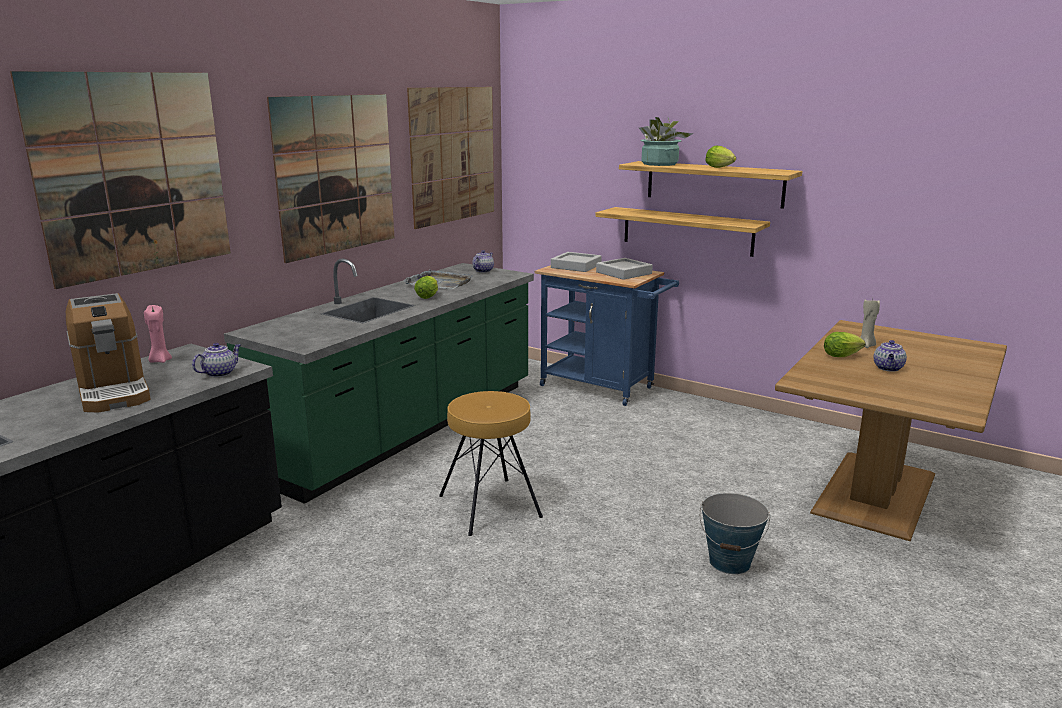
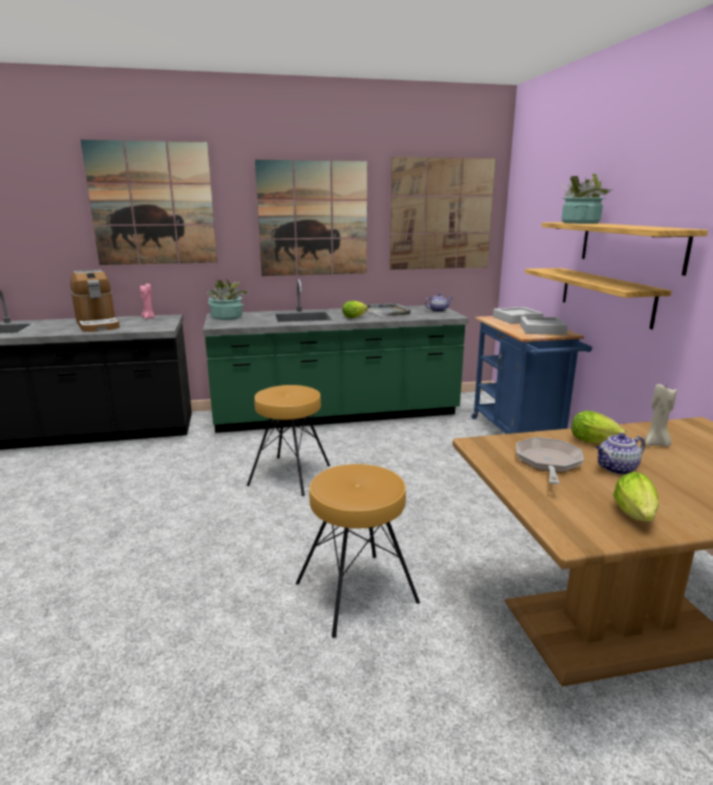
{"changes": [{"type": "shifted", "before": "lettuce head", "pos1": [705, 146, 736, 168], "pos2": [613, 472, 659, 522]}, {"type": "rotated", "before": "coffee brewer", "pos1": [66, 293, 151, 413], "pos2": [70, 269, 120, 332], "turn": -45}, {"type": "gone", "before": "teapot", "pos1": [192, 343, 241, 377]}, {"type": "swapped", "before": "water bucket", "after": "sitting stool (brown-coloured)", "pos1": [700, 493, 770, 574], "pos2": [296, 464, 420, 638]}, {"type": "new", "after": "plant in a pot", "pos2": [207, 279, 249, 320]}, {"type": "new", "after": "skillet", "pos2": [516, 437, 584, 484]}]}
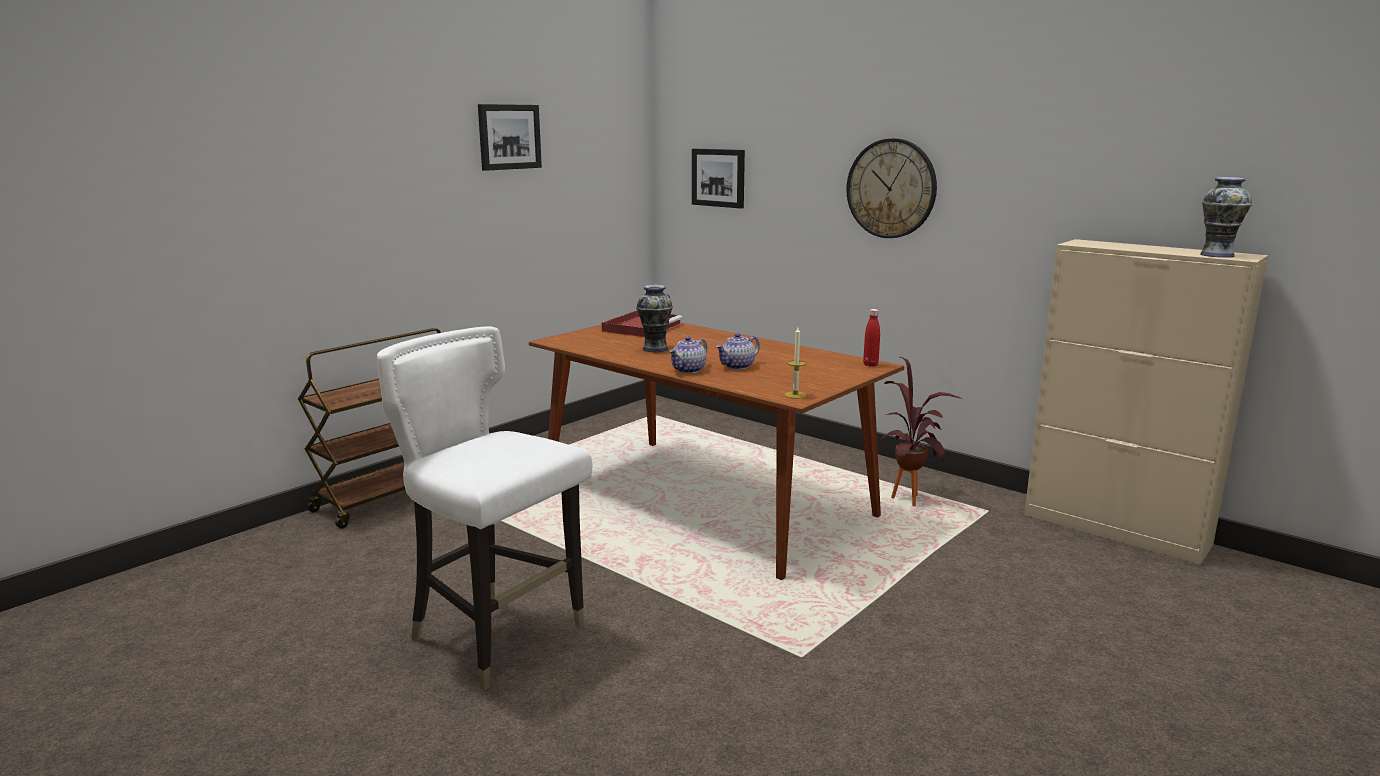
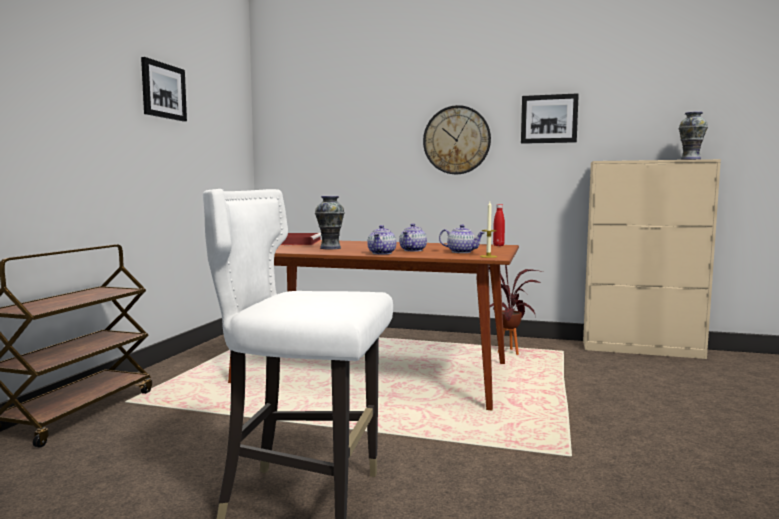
{"changes": [{"type": "shifted", "before": "picture", "pos1": [692, 149, 745, 208], "pos2": [521, 93, 579, 144]}, {"type": "new", "after": "teapot", "pos2": [439, 224, 485, 253]}]}
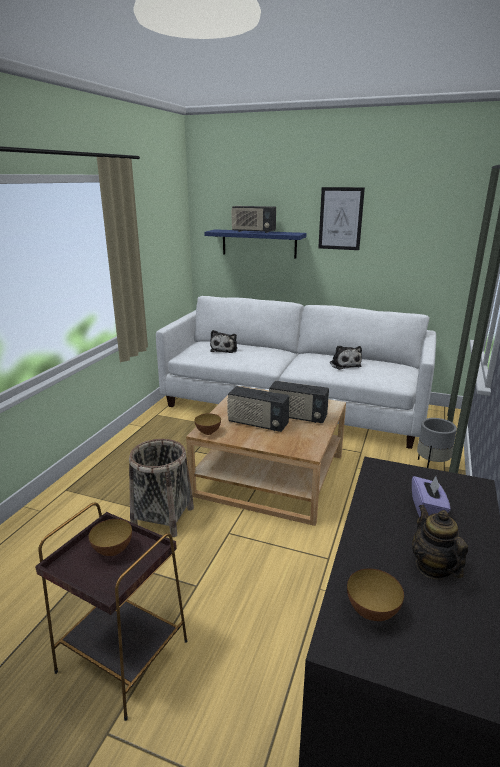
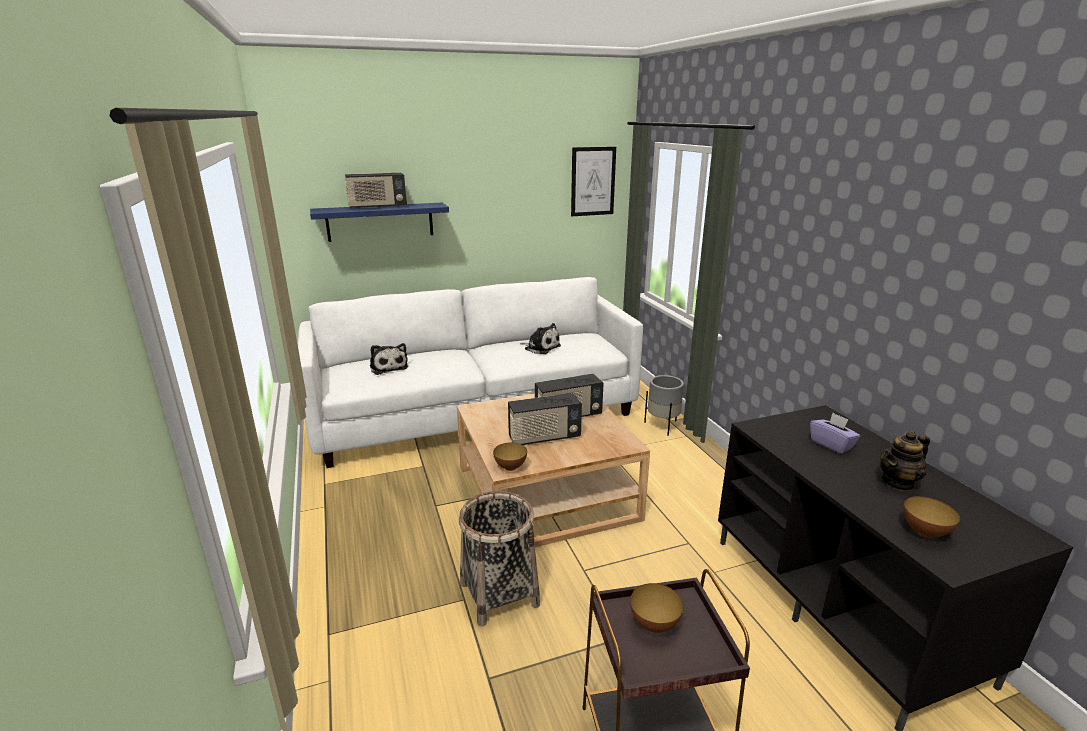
{"changes": [{"type": "shifted", "before": "picture", "pos1": [318, 187, 365, 250], "pos2": [571, 147, 616, 216]}, {"type": "rotated", "before": "teapot", "pos1": [412, 505, 468, 579], "pos2": [880, 431, 930, 491], "turn": -60}]}
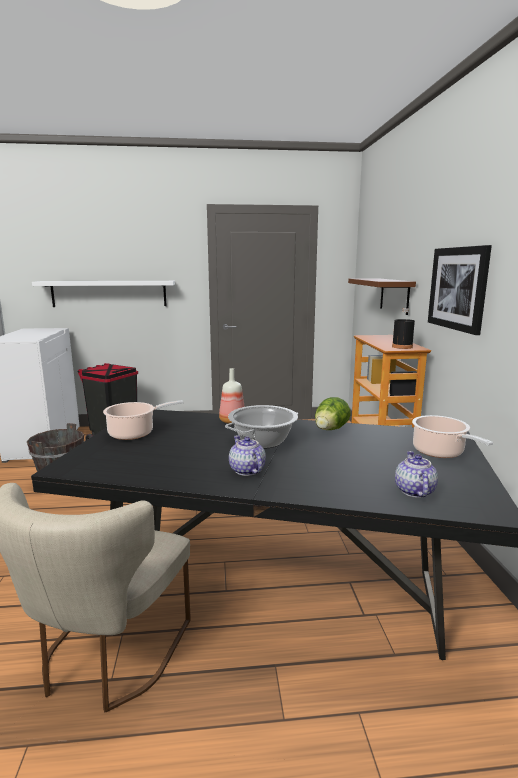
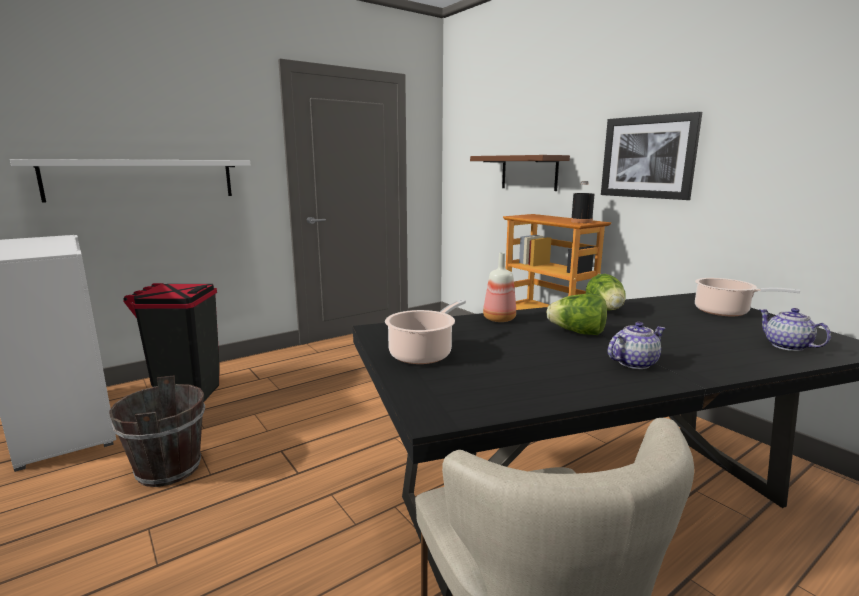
{"changes": [{"type": "swapped", "before": "cooking pot", "after": "lettuce head", "pos1": [225, 405, 298, 449], "pos2": [546, 293, 607, 335]}, {"type": "rotated", "before": "teapot", "pos1": [229, 436, 266, 476], "pos2": [608, 322, 666, 369], "turn": 120}]}
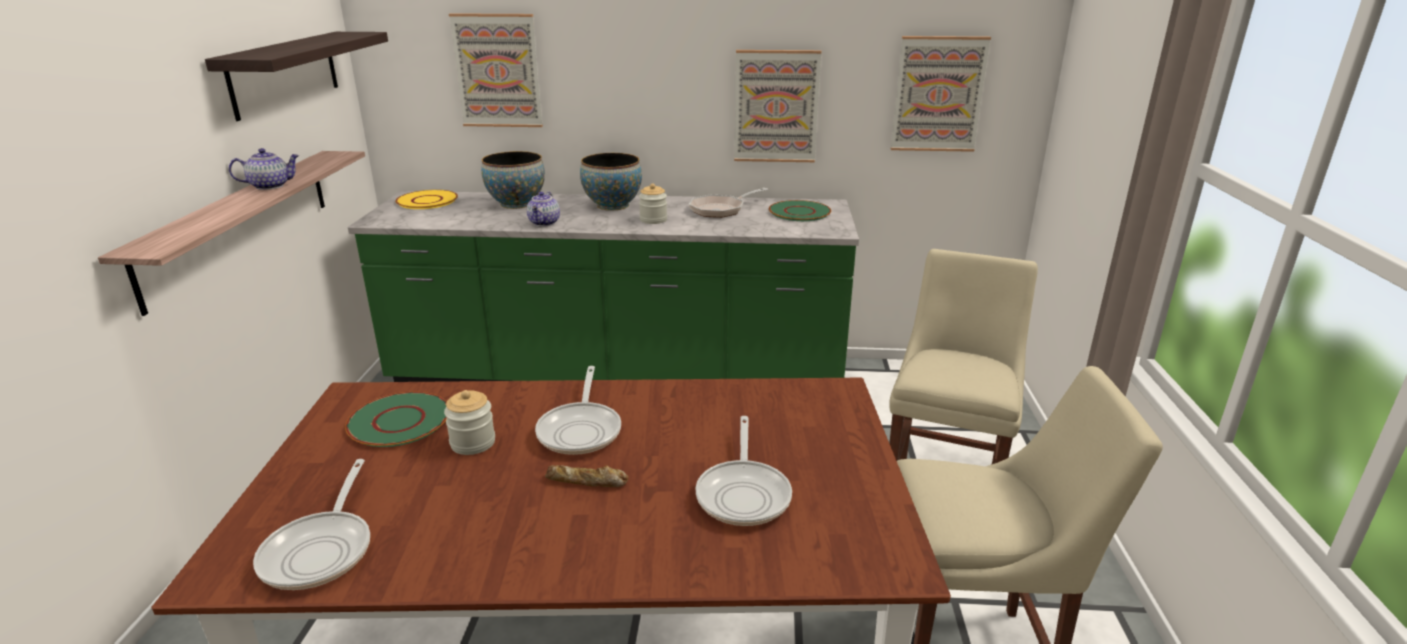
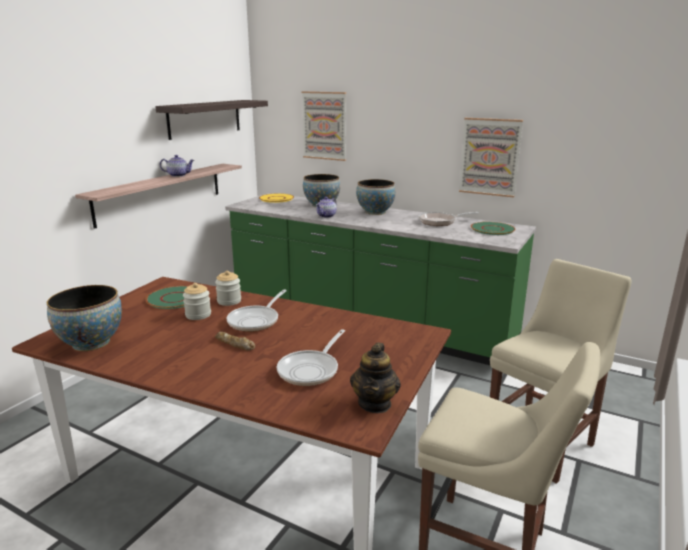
{"changes": [{"type": "gone", "before": "picture", "pos1": [891, 36, 991, 152]}, {"type": "shifted", "before": "jar", "pos1": [639, 183, 667, 224], "pos2": [215, 271, 241, 306]}, {"type": "swapped", "before": "skillet", "after": "serving bowl", "pos1": [253, 459, 370, 590], "pos2": [47, 285, 122, 351]}, {"type": "new", "after": "teapot", "pos2": [350, 342, 401, 413]}]}
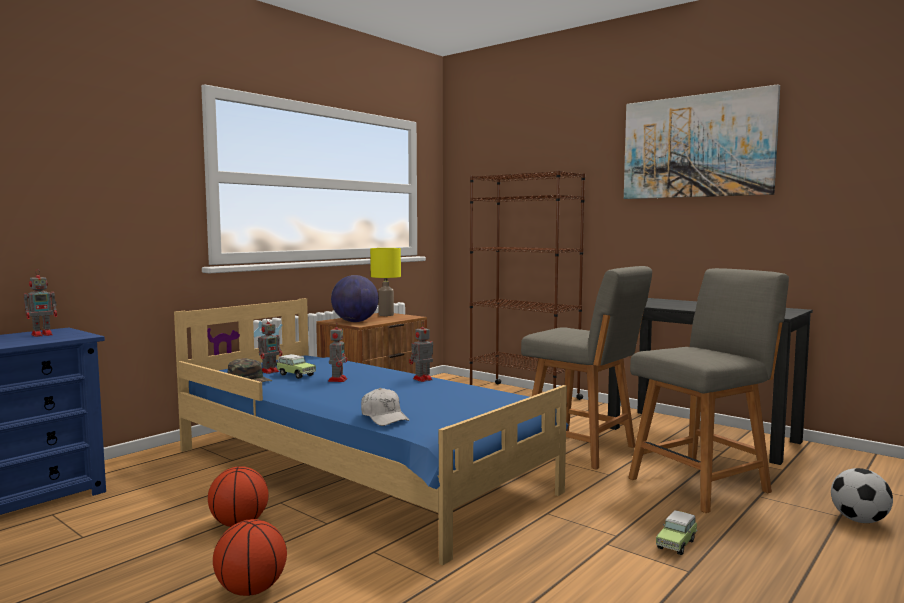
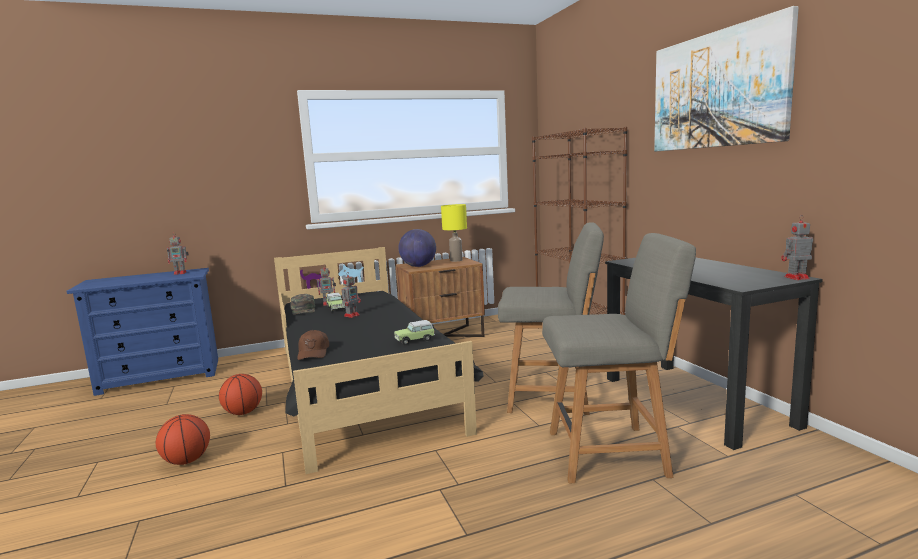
{"changes": [{"type": "rotated", "before": "upright chair (grey)", "pos1": [521, 266, 652, 470], "pos2": [498, 222, 604, 415], "turn": -60}, {"type": "repainted", "before": "sleeping bed (blue-coloured)", "after": "sleeping bed (black)", "pos1": [174, 298, 569, 565], "pos2": [274, 247, 484, 474]}, {"type": "shifted", "before": "robot figure", "pos1": [409, 325, 433, 382], "pos2": [781, 215, 813, 280]}, {"type": "repainted", "before": "peaked cap (white)", "after": "peaked cap (brown-coloured)", "pos1": [361, 388, 409, 426], "pos2": [297, 330, 329, 360]}, {"type": "gone", "before": "football", "pos1": [831, 468, 893, 523]}, {"type": "shifted", "before": "miniature car", "pos1": [656, 510, 697, 555], "pos2": [394, 320, 435, 345]}]}
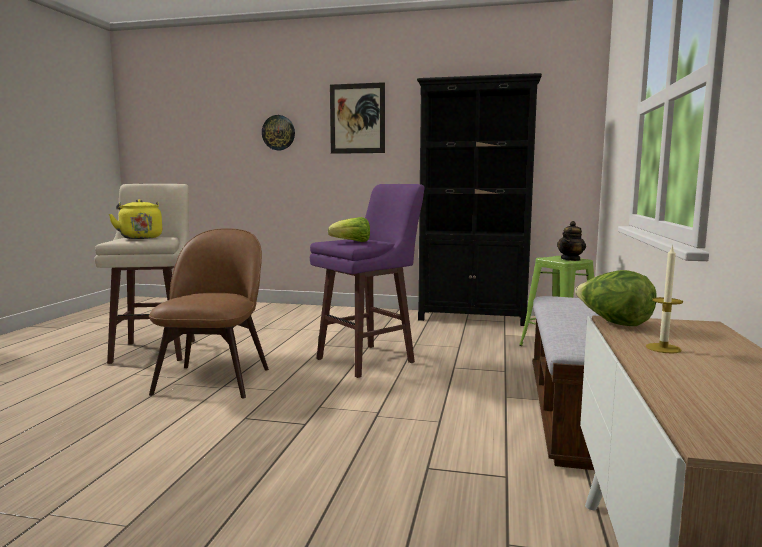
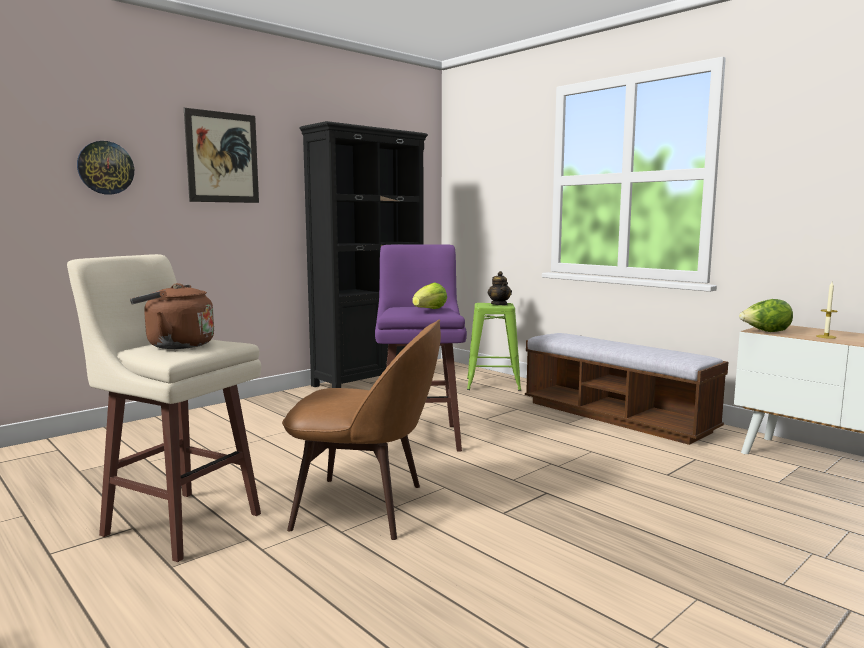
{"changes": [{"type": "repainted", "before": "water kettle (yellow)", "after": "water kettle (brown-coloured)", "pos1": [109, 199, 162, 239], "pos2": [130, 283, 214, 349]}, {"type": "rotated", "before": "upright chair (brown-coloured)", "pos1": [149, 228, 269, 398], "pos2": [282, 320, 441, 540], "turn": 150}]}
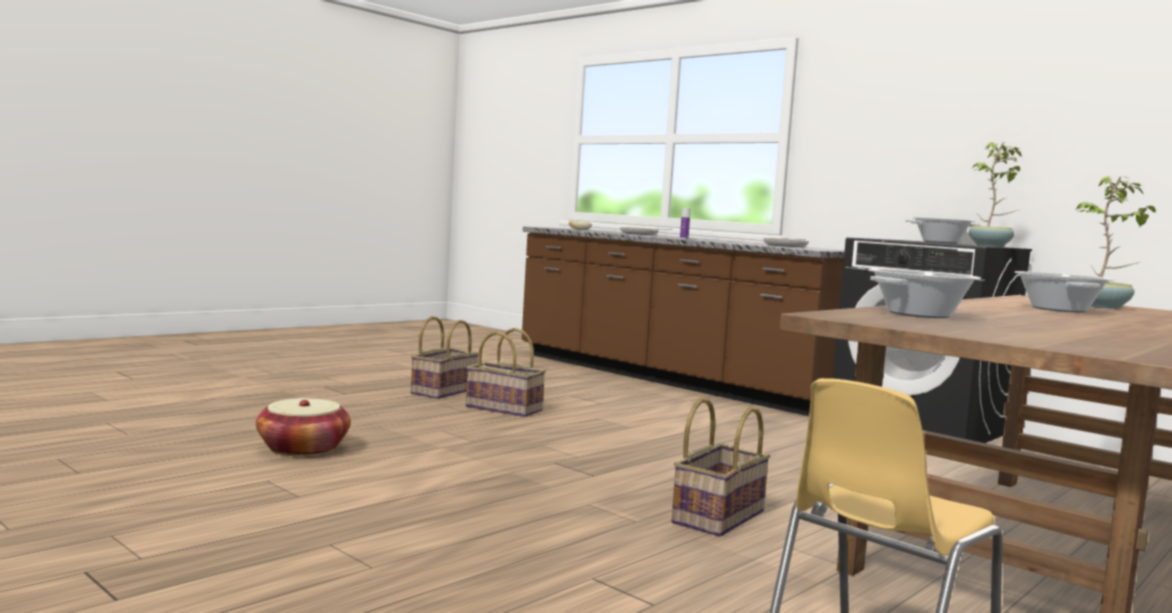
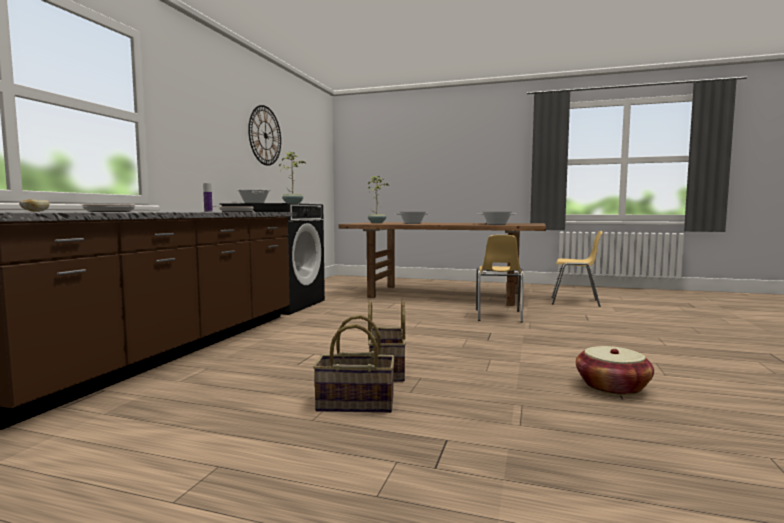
{"changes": [{"type": "swapped", "before": "household basket", "after": "upright chair (yellow)", "pos1": [671, 398, 770, 536], "pos2": [476, 235, 524, 322]}, {"type": "new", "after": "hanging clock", "pos2": [248, 105, 281, 166]}]}
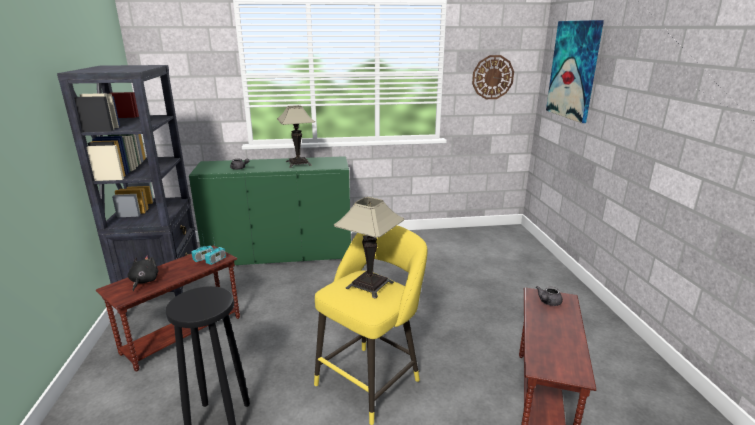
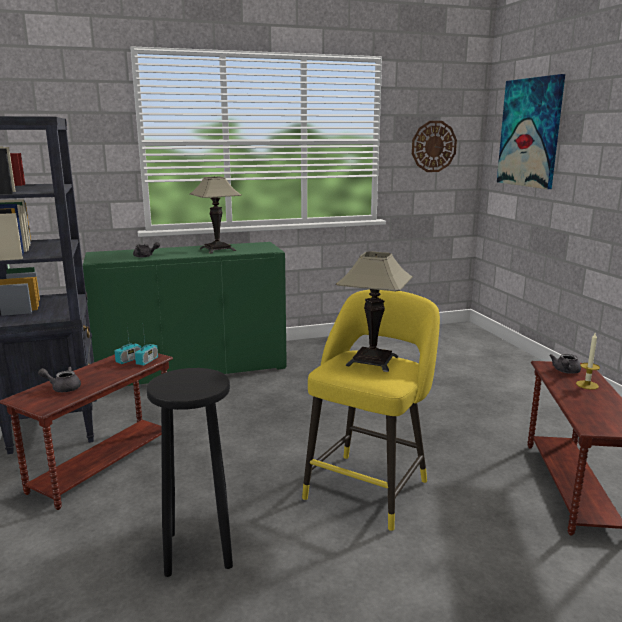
{"changes": [{"type": "swapped", "before": "plush toy (black)", "after": "teapot (grey)", "pos1": [128, 255, 158, 291], "pos2": [38, 367, 81, 392]}, {"type": "new", "after": "wax candle", "pos2": [576, 333, 600, 390]}]}
